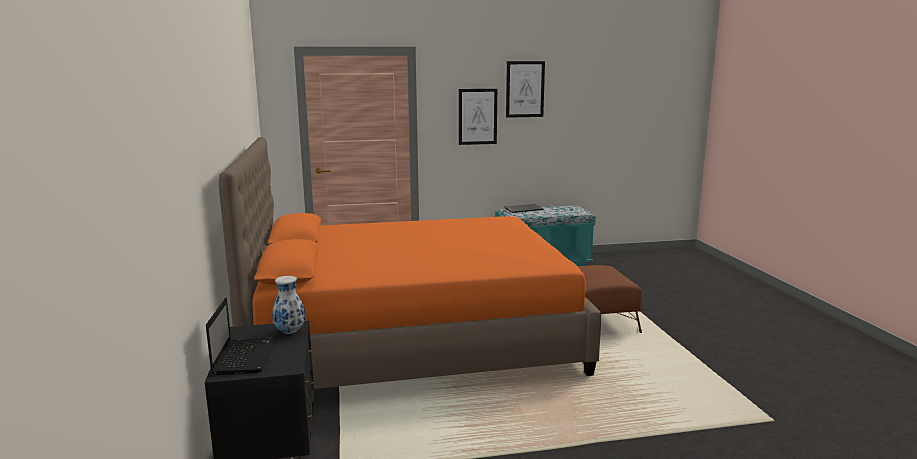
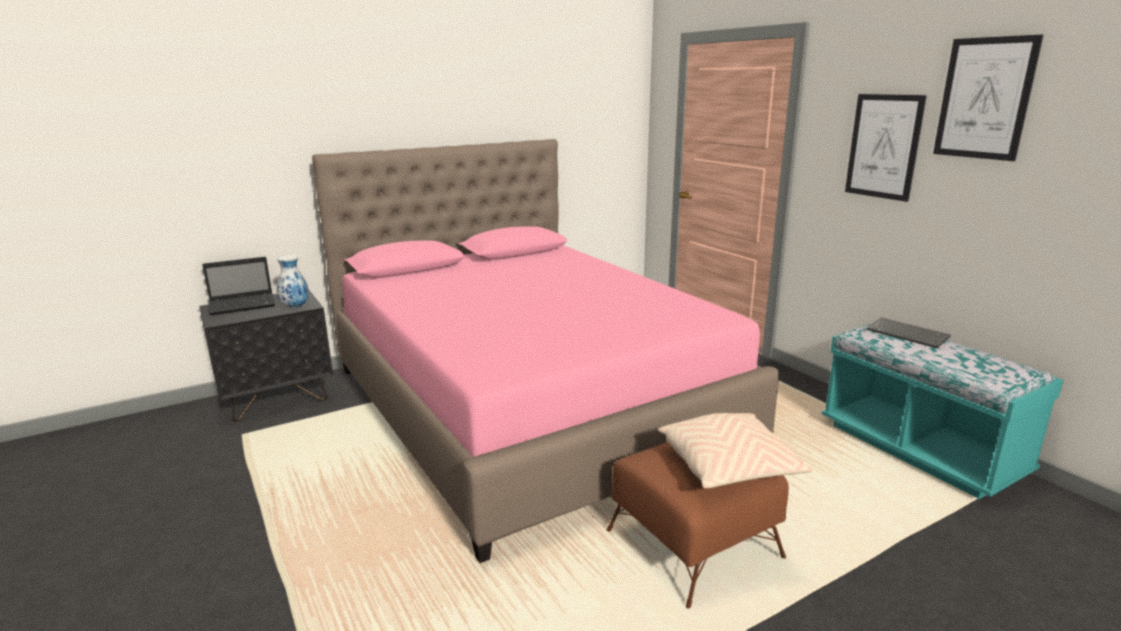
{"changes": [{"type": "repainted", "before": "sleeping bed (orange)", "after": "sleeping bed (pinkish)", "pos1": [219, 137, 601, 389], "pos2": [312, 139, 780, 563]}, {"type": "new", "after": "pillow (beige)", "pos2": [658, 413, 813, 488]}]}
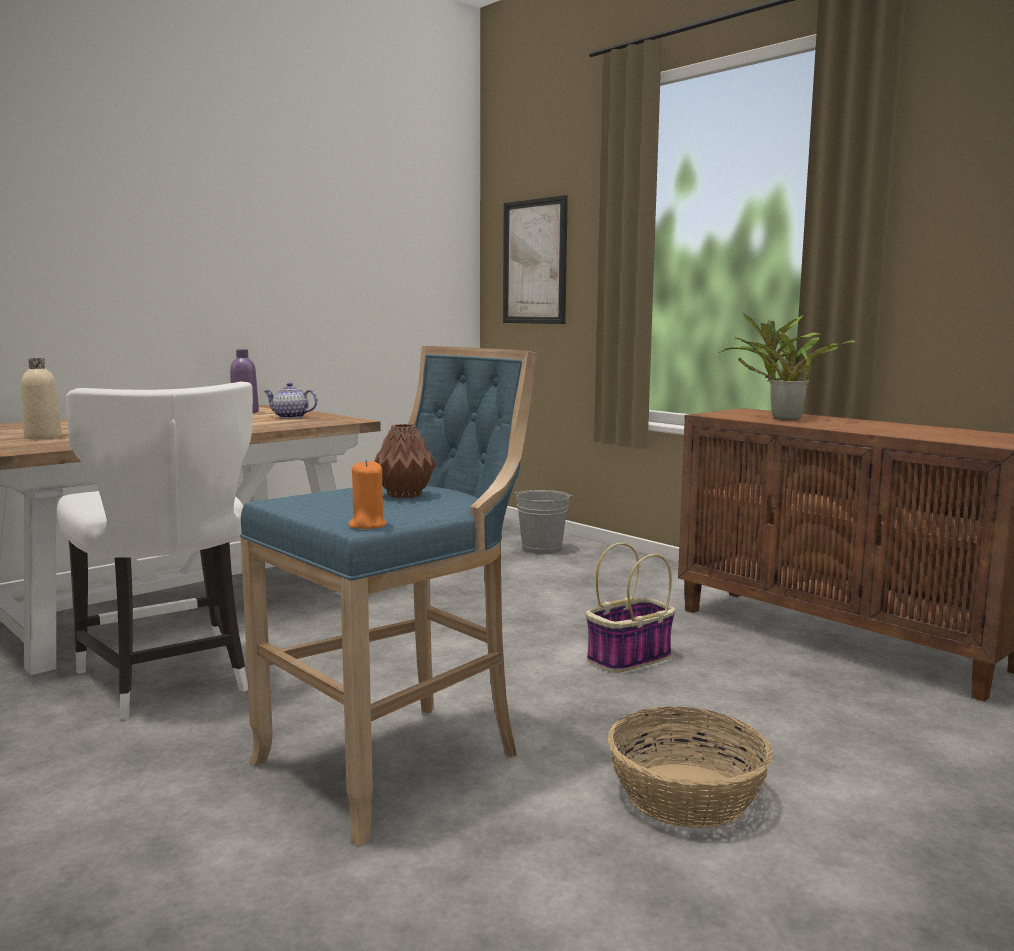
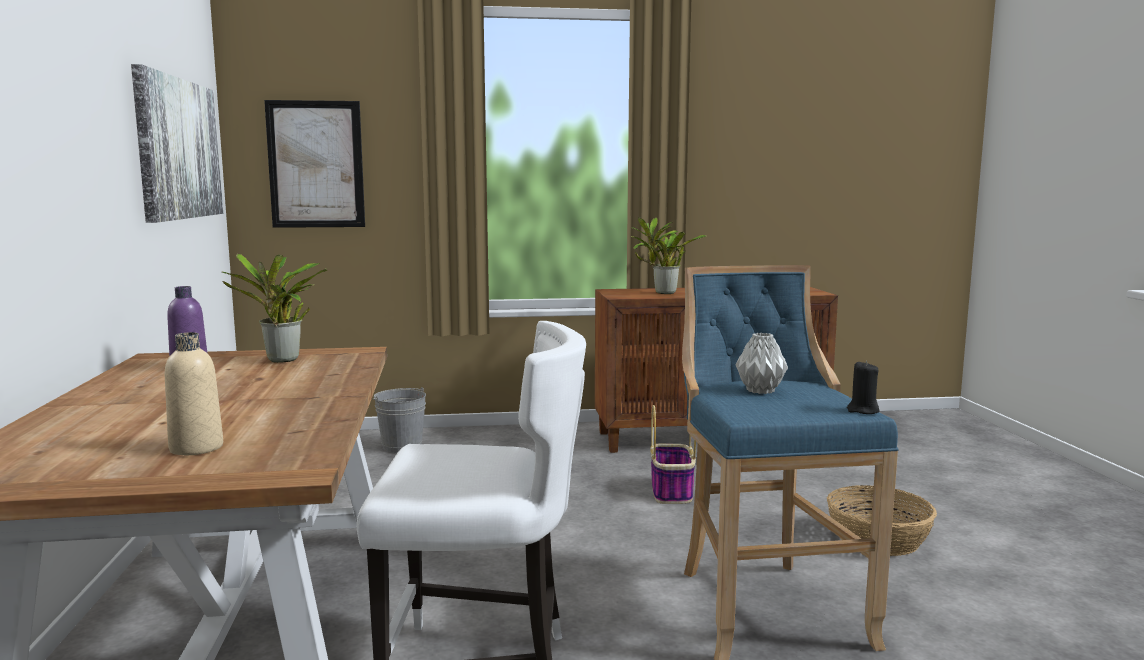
{"changes": [{"type": "swapped", "before": "teapot", "after": "plant in a pot", "pos1": [264, 383, 317, 419], "pos2": [222, 254, 327, 363]}, {"type": "repainted", "before": "decorative vase (brown-coloured)", "after": "decorative vase (grey)", "pos1": [374, 424, 436, 498], "pos2": [735, 333, 788, 394]}, {"type": "repainted", "before": "wax candle (orange)", "after": "wax candle (black)", "pos1": [348, 460, 386, 529], "pos2": [847, 361, 879, 414]}, {"type": "new", "after": "picture", "pos2": [131, 64, 223, 223]}]}
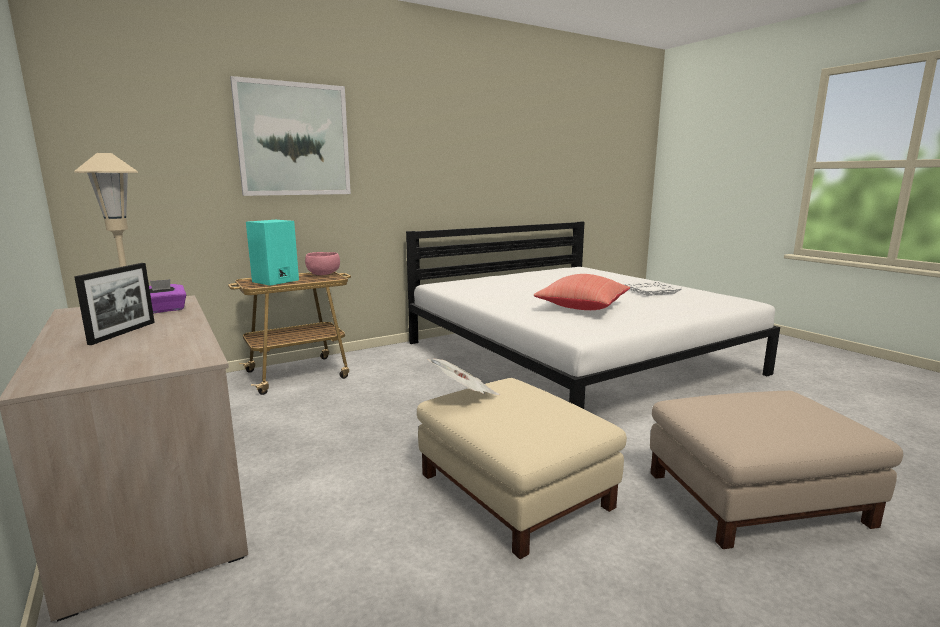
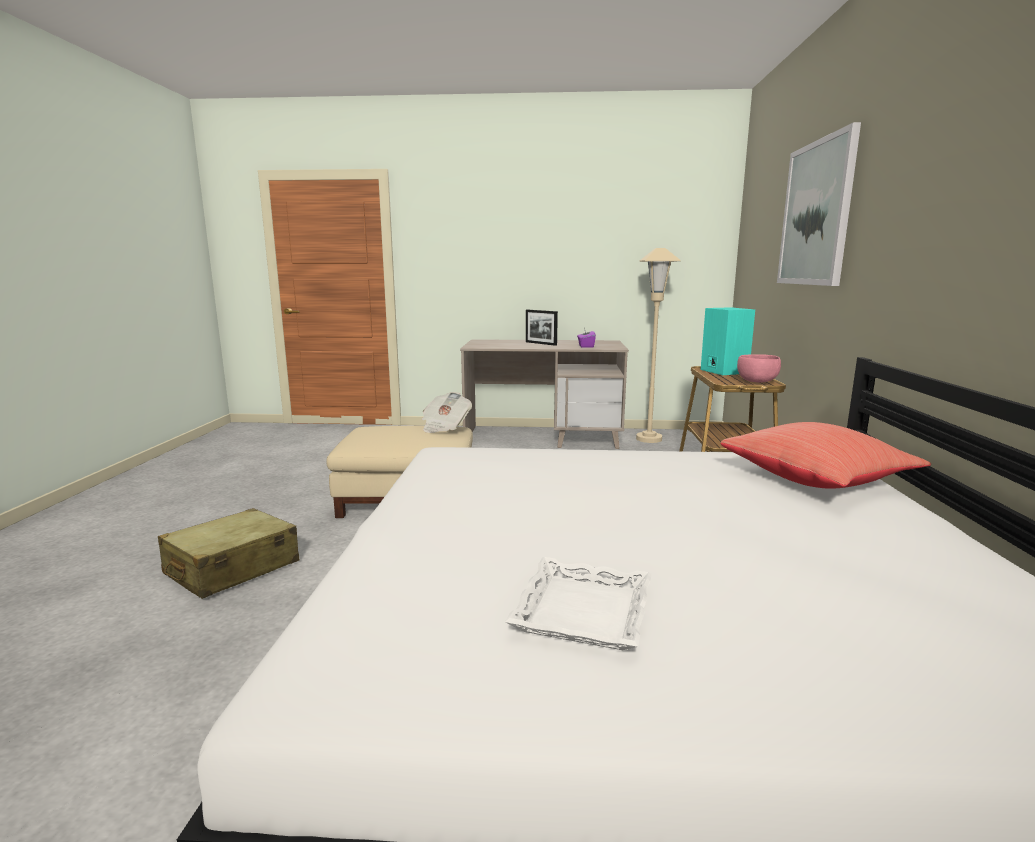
{"changes": [{"type": "shifted", "before": "pillow (reddish)", "pos1": [534, 274, 630, 310], "pos2": [720, 422, 931, 489]}, {"type": "swapped", "before": "pouffe (beige)", "after": "travel case (beige)", "pos1": [650, 391, 903, 549], "pos2": [158, 508, 300, 599]}]}
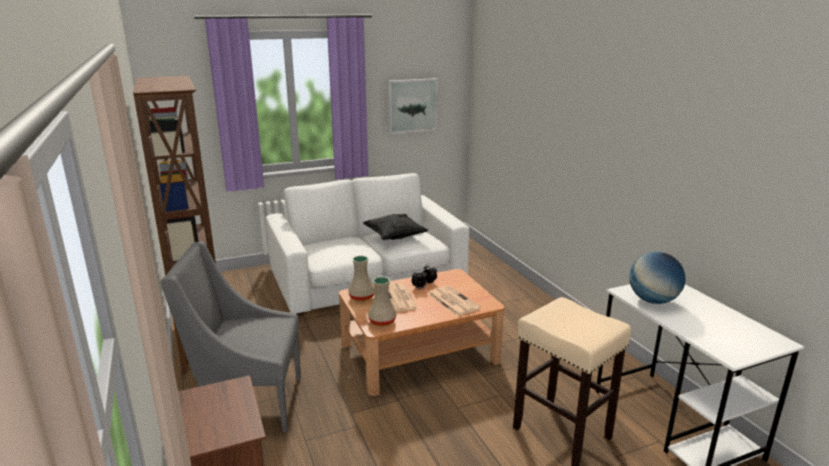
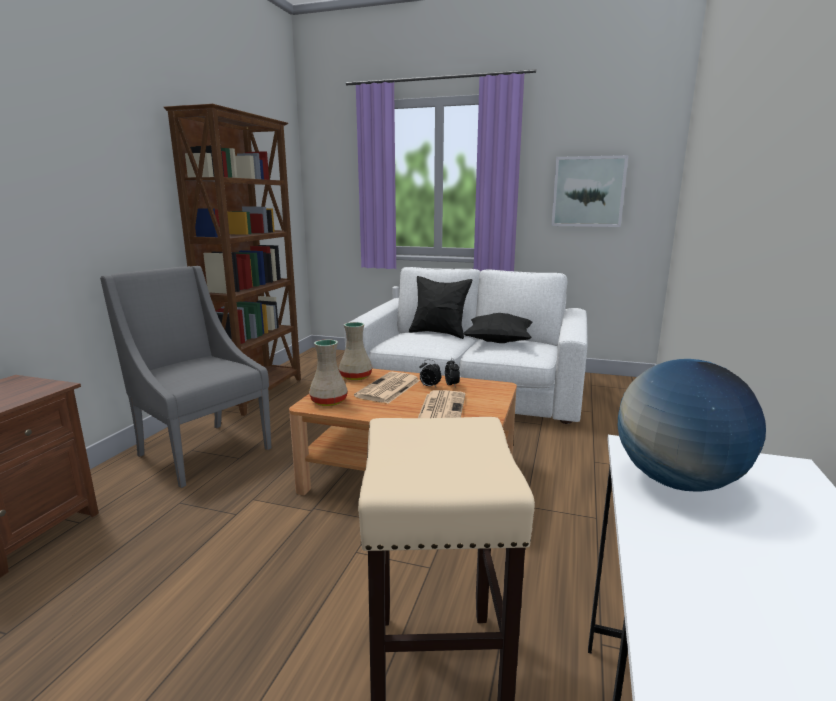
{"changes": [{"type": "new", "after": "pillow (black)", "pos2": [409, 276, 472, 339]}]}
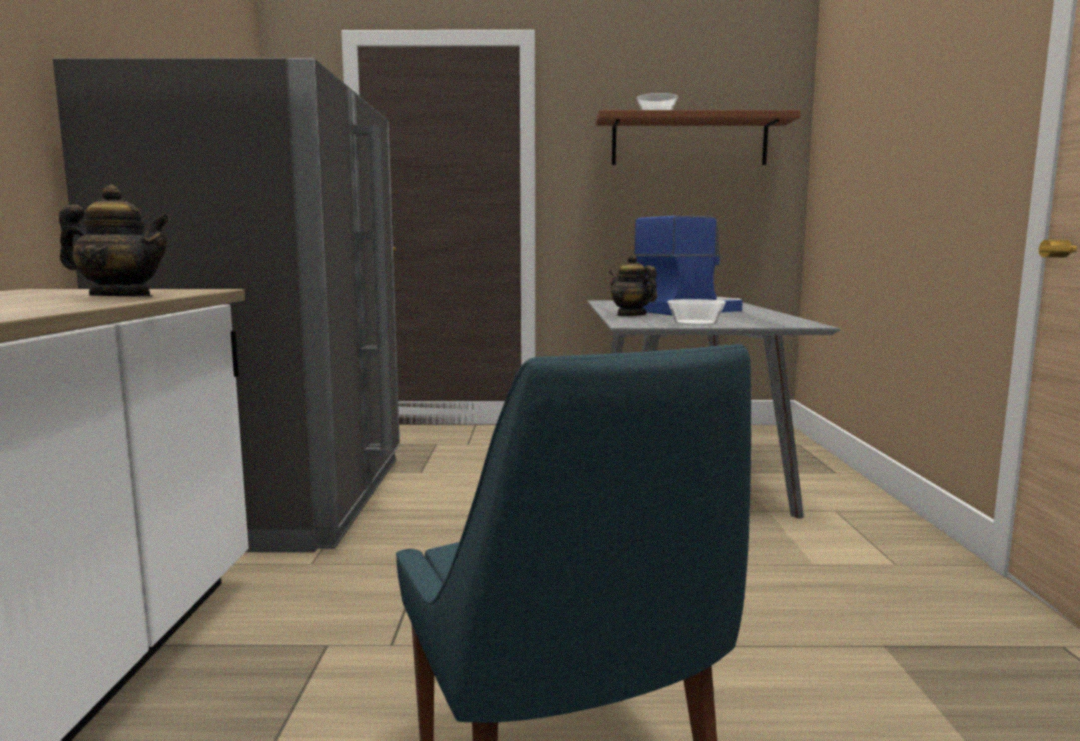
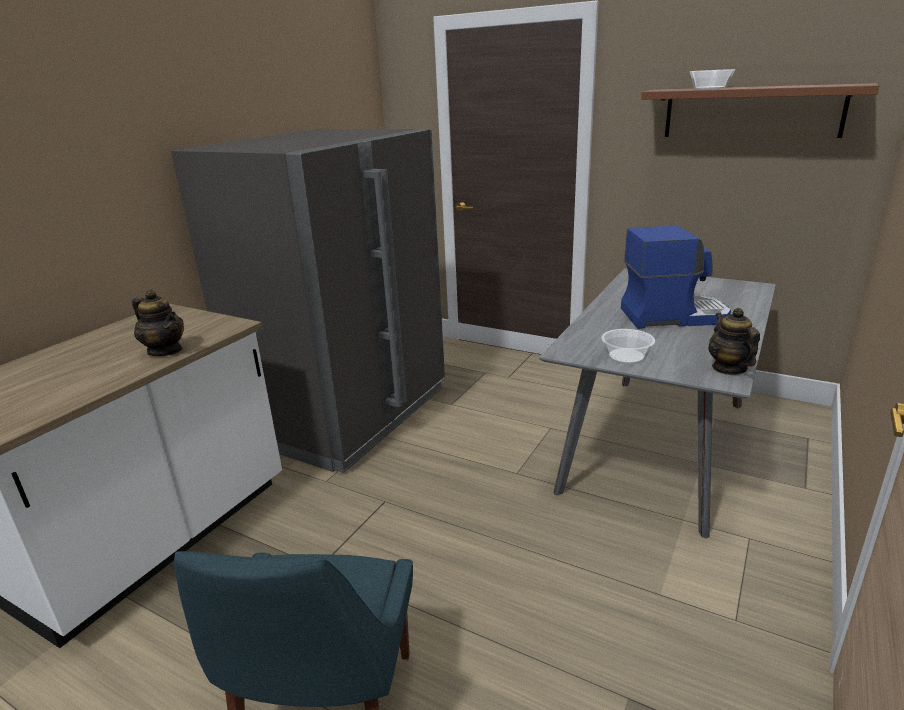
{"changes": [{"type": "shifted", "before": "teapot", "pos1": [609, 254, 657, 316], "pos2": [708, 308, 760, 375]}]}
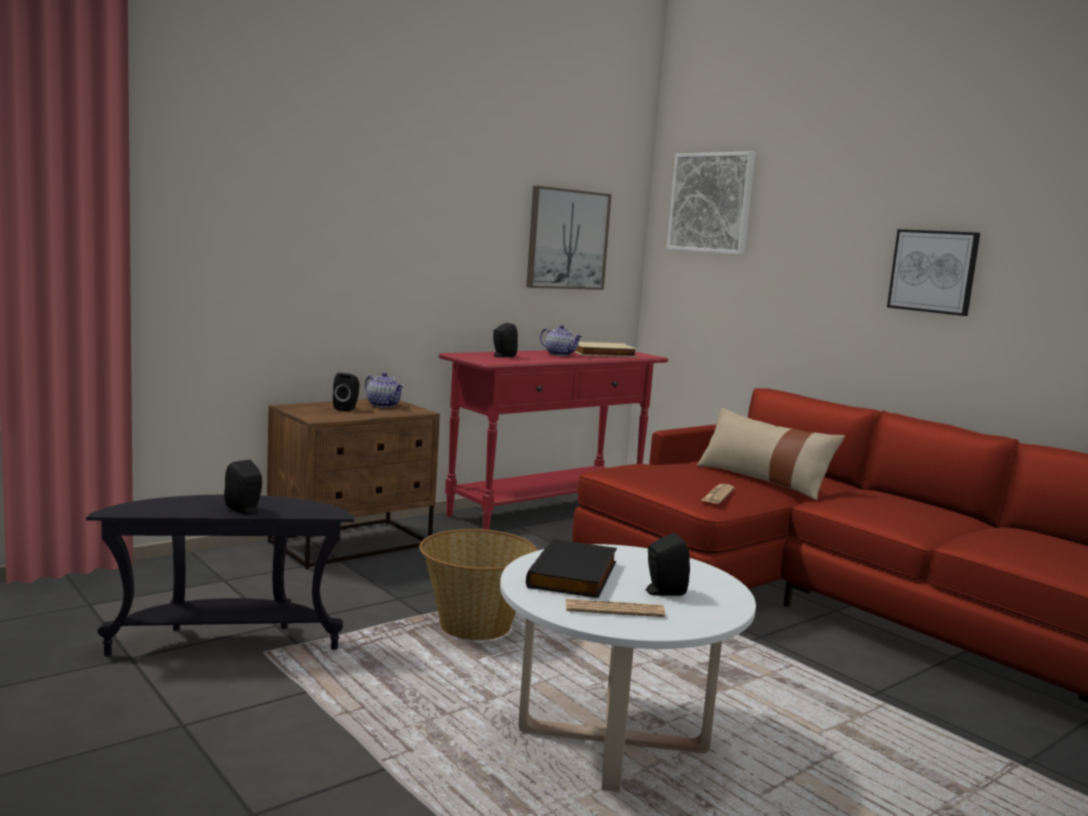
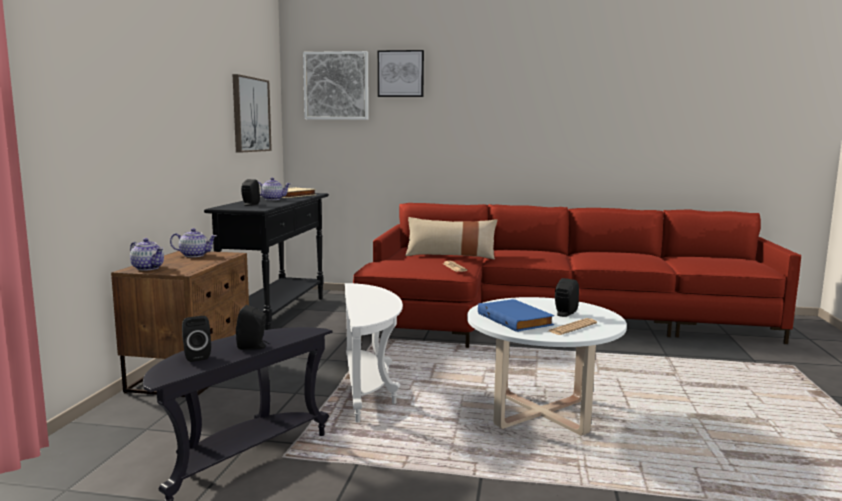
{"changes": [{"type": "shifted", "before": "picture", "pos1": [887, 229, 980, 316], "pos2": [378, 50, 424, 97]}, {"type": "repainted", "before": "console table (reddish)", "after": "console table (black)", "pos1": [439, 350, 668, 530], "pos2": [204, 193, 329, 330]}, {"type": "shifted", "before": "loudspeaker (black)", "pos1": [333, 373, 359, 411], "pos2": [182, 316, 211, 362]}, {"type": "swapped", "before": "household basket", "after": "side table (white)", "pos1": [419, 529, 538, 640], "pos2": [345, 283, 403, 422]}, {"type": "repainted", "before": "volume (black)", "after": "volume (blue-coloured)", "pos1": [526, 538, 617, 598], "pos2": [478, 299, 554, 332]}, {"type": "new", "after": "teapot", "pos2": [130, 238, 164, 271]}]}
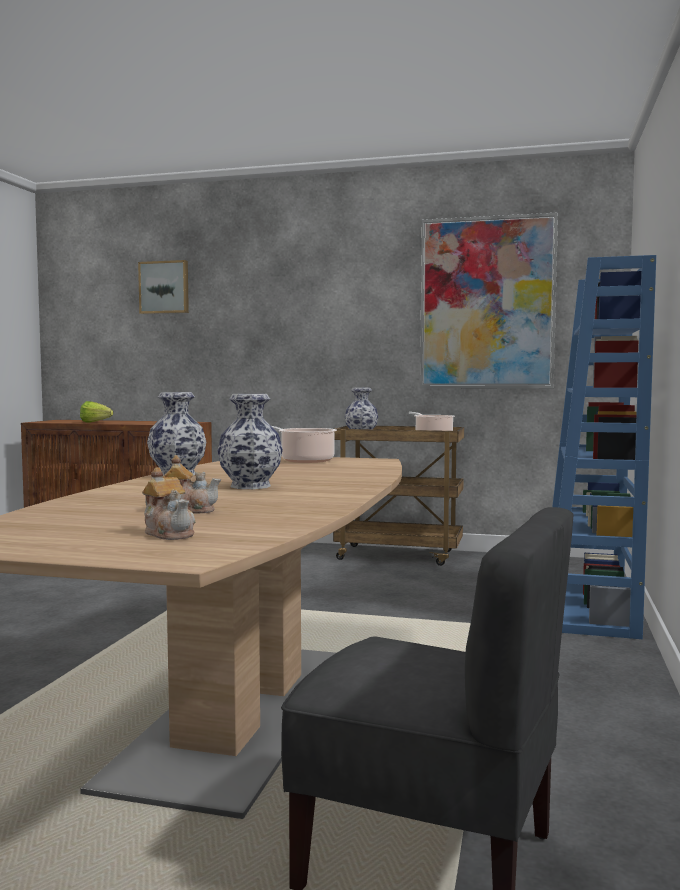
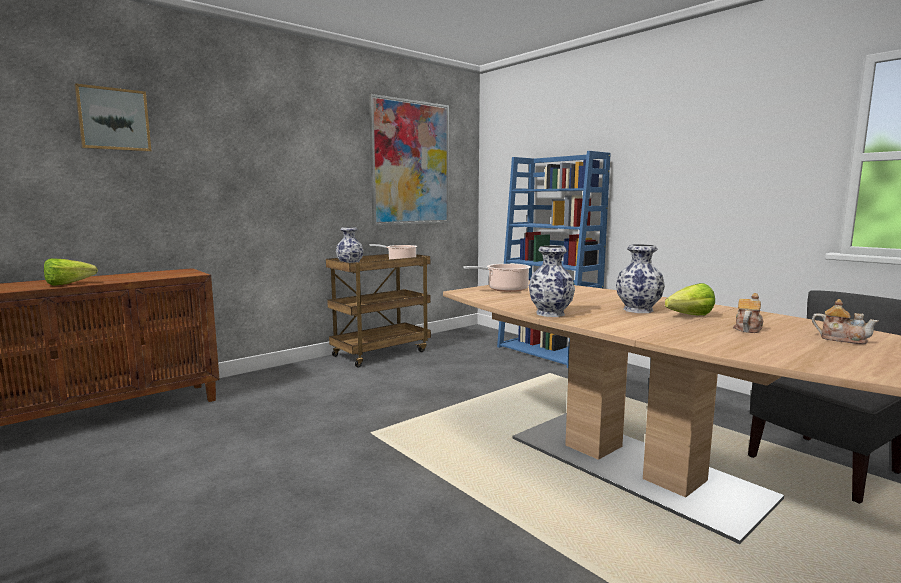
{"changes": [{"type": "rotated", "before": "teapot", "pos1": [142, 467, 195, 540], "pos2": [812, 299, 879, 344], "turn": 45}, {"type": "new", "after": "lettuce head", "pos2": [665, 283, 715, 316]}]}
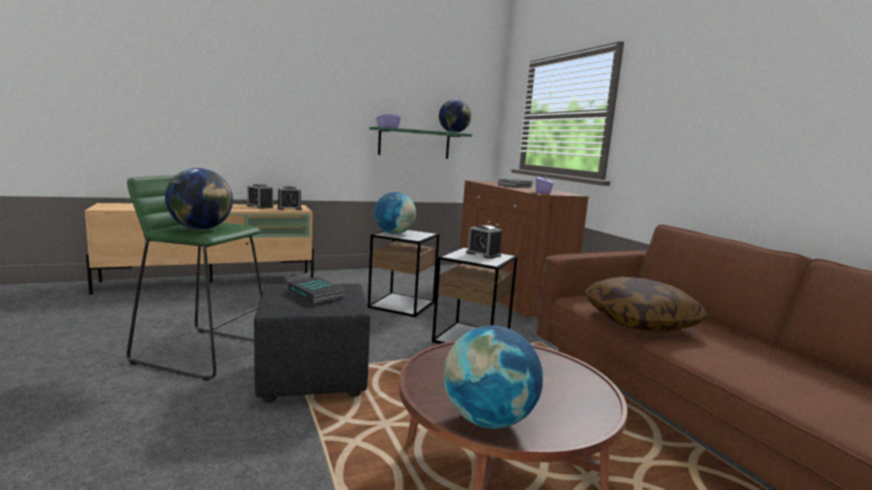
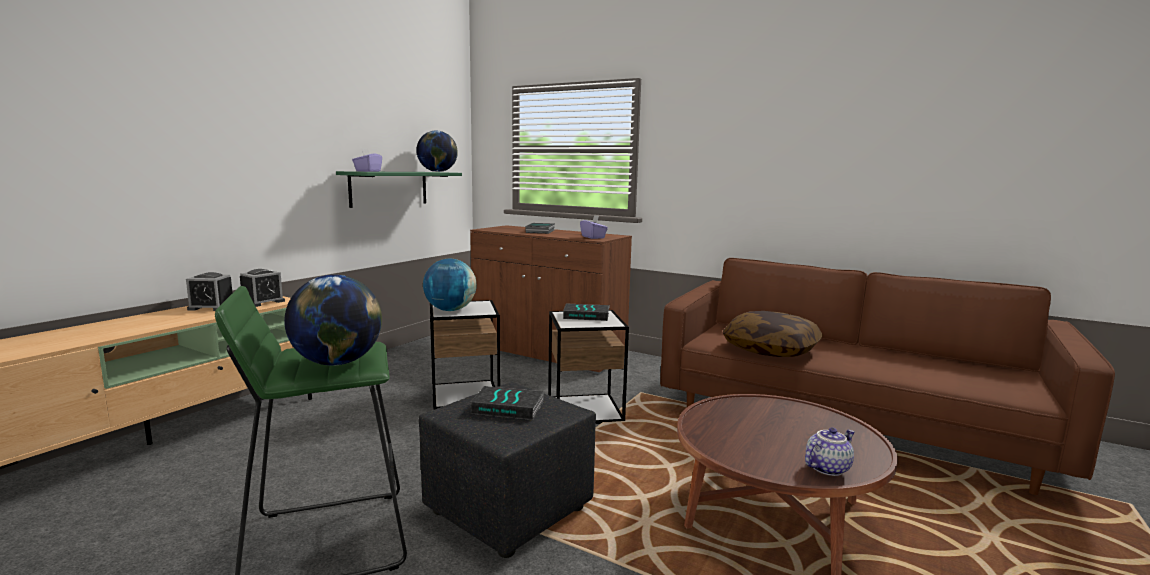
{"changes": [{"type": "swapped", "before": "alarm clock", "after": "volume", "pos1": [466, 225, 502, 259], "pos2": [563, 304, 610, 321]}, {"type": "swapped", "before": "globe", "after": "teapot", "pos1": [443, 325, 543, 428], "pos2": [805, 428, 855, 476]}]}
